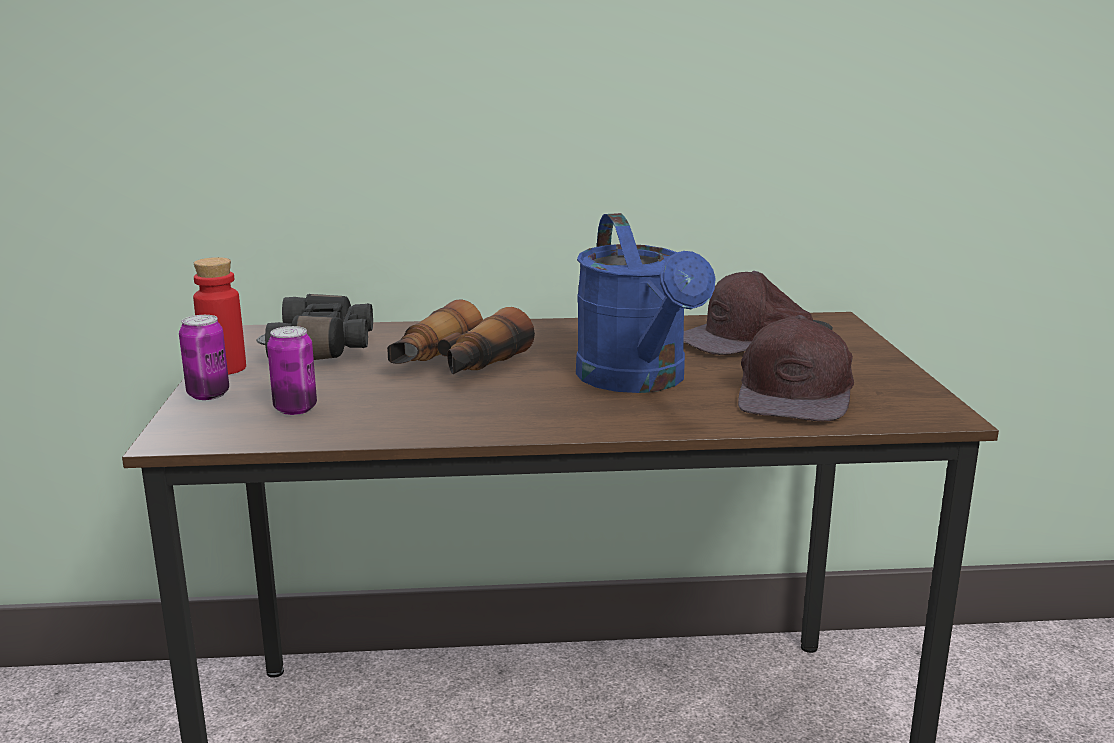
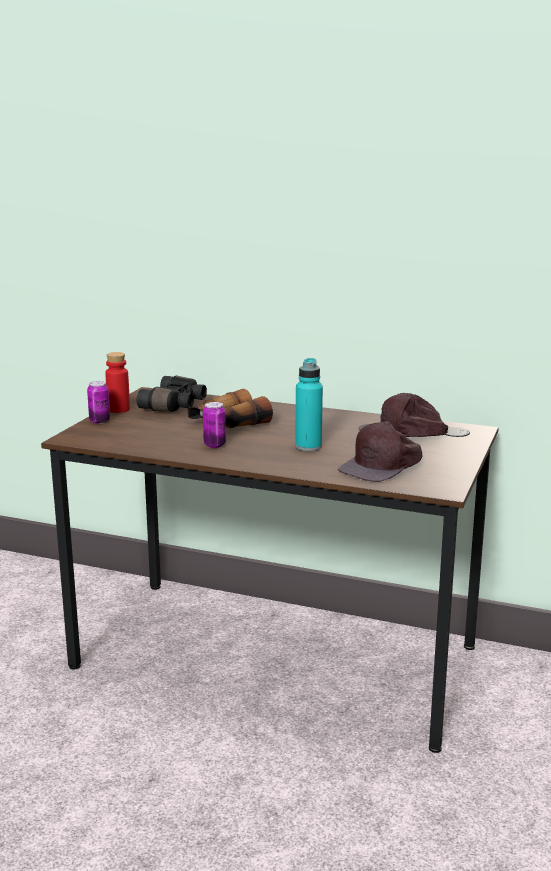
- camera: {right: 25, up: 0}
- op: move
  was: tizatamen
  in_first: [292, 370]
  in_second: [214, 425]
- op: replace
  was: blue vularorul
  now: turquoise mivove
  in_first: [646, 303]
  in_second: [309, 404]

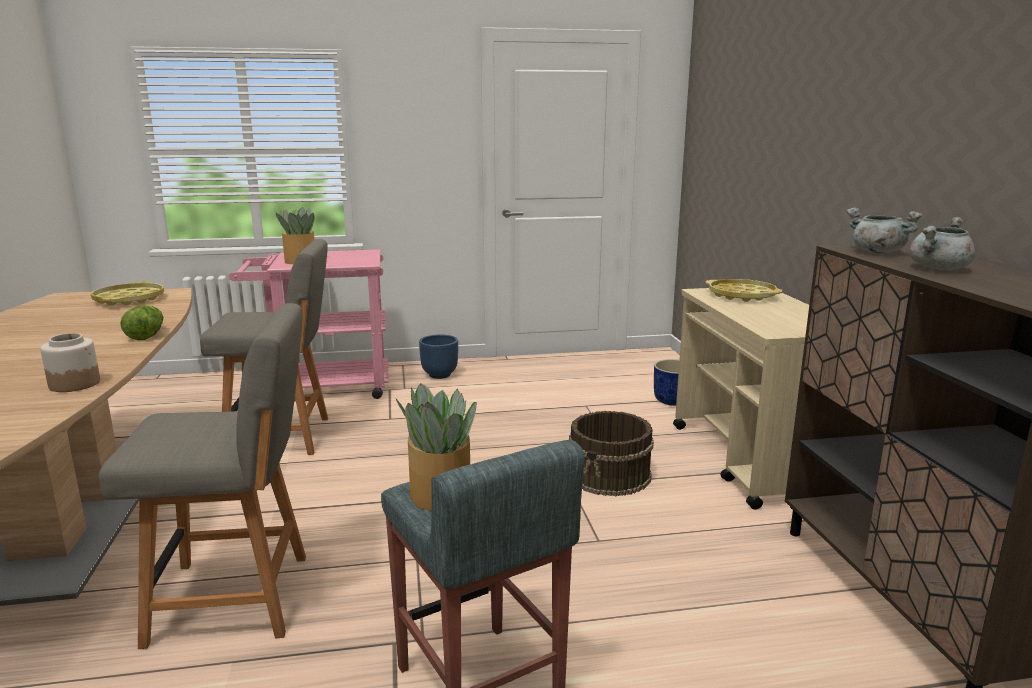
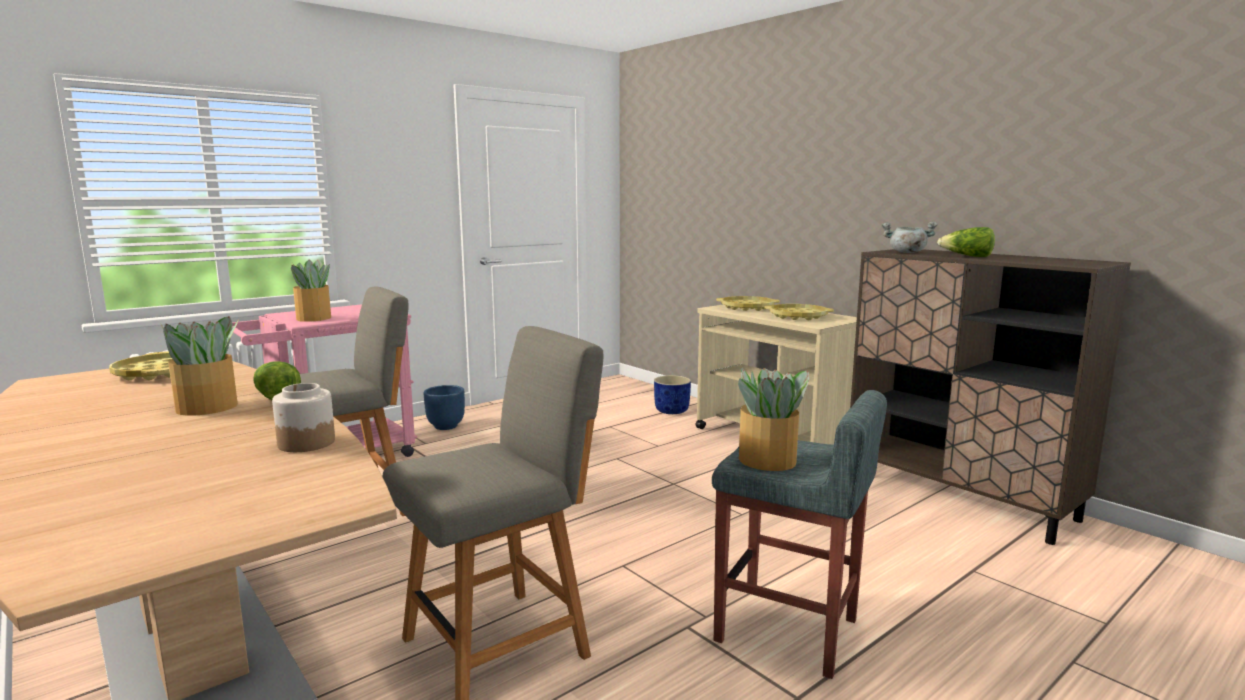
- camera: {right: -30, up: -5}
- op: delete
  was: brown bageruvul
  in_first: [611, 453]
- op: insert
  now: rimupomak
  in_second: [199, 366]
- op: insert
  now: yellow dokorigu
  in_second: [799, 312]
- op: replace
  was: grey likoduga
  now: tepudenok
  in_first: [942, 244]
  in_second: [966, 242]

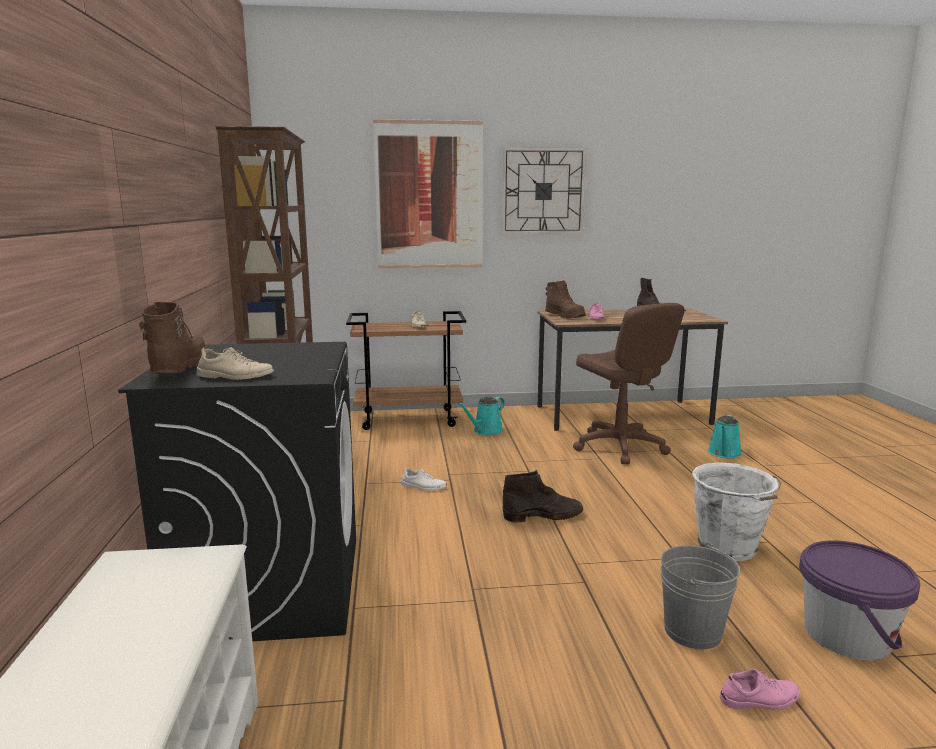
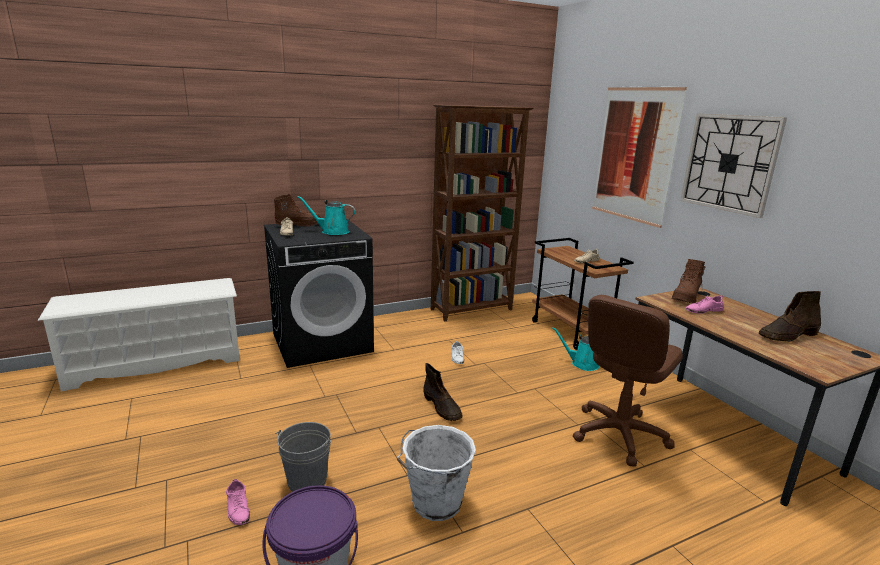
- camera: {right: 70, up: 5}
- op: move
  was: turquoise vularorul
  in_first: [725, 436]
  in_second: [326, 215]

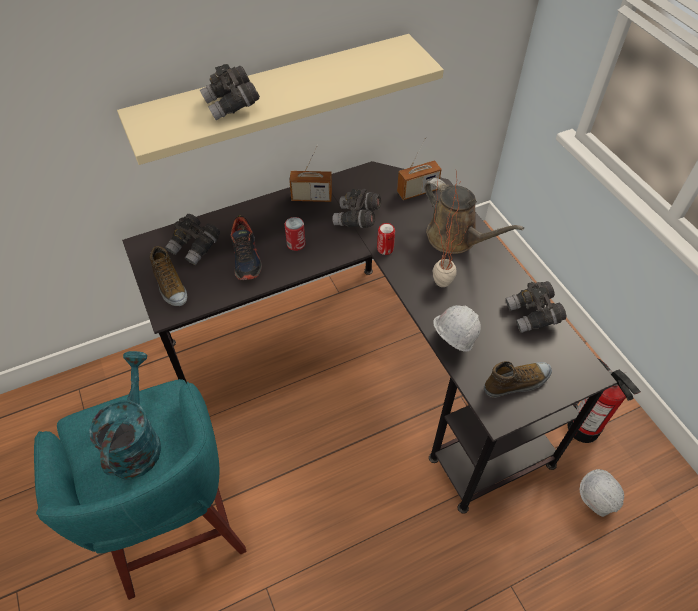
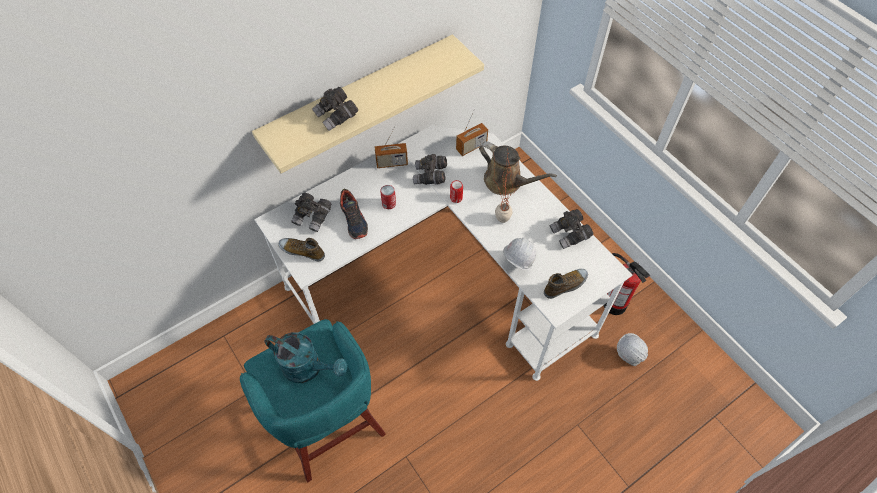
- camera: {right: -10, up: 5}
- op: recolor
  was: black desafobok
  now: white desafobok
  in_first: [369, 337]
  in_second: [443, 253]
- op: rotate
  was: turquoise vularorul
  in_first: [125, 415]
  in_second: [305, 357]
  clockwise: 120
- op: rotate
  was: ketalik
  in_first: [168, 276]
  in_second: [301, 249]
  clockwise: 150

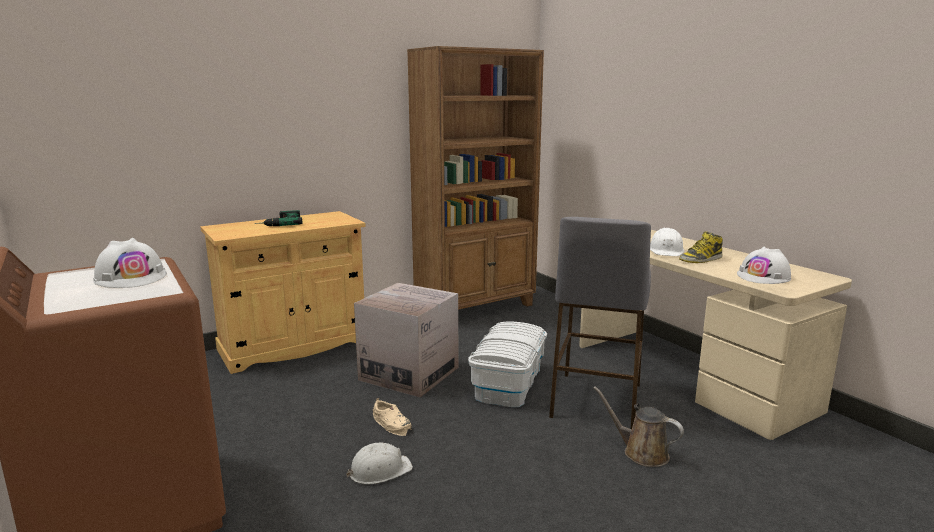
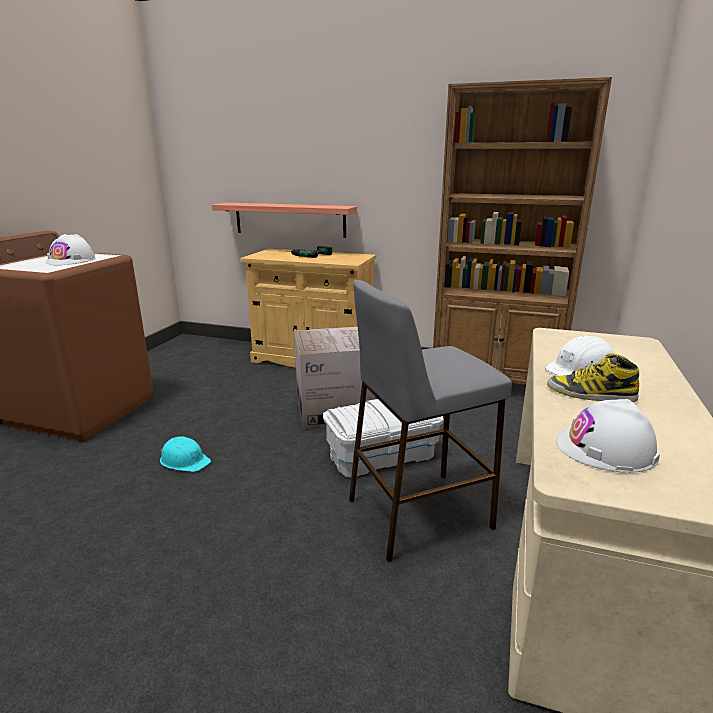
- camera: {right: 50, up: 5}
- op: delete
  was: beige ketalik
  in_first: [392, 417]
- op: delete
  was: brown vularorul
  in_first: [639, 427]
- op: insert
  now: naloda
  in_second: [284, 220]
- op: recolor
  was: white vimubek
  now: turquoise vimubek
  in_first: [379, 463]
  in_second: [185, 454]

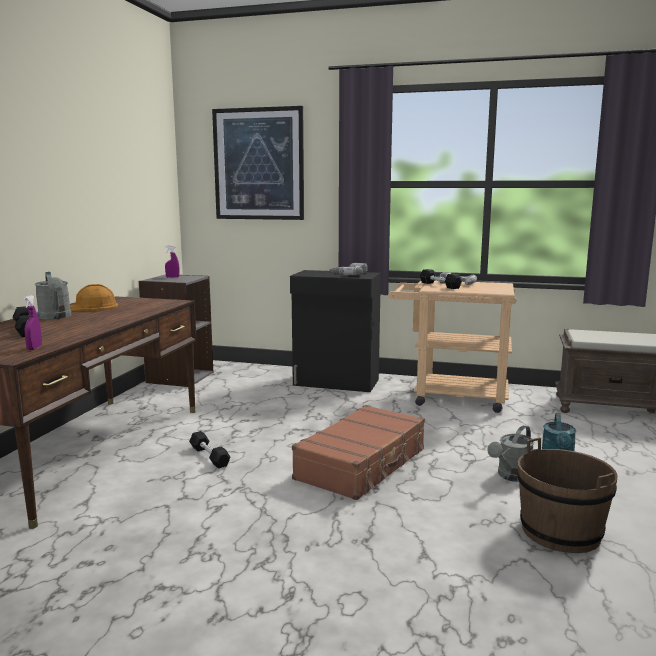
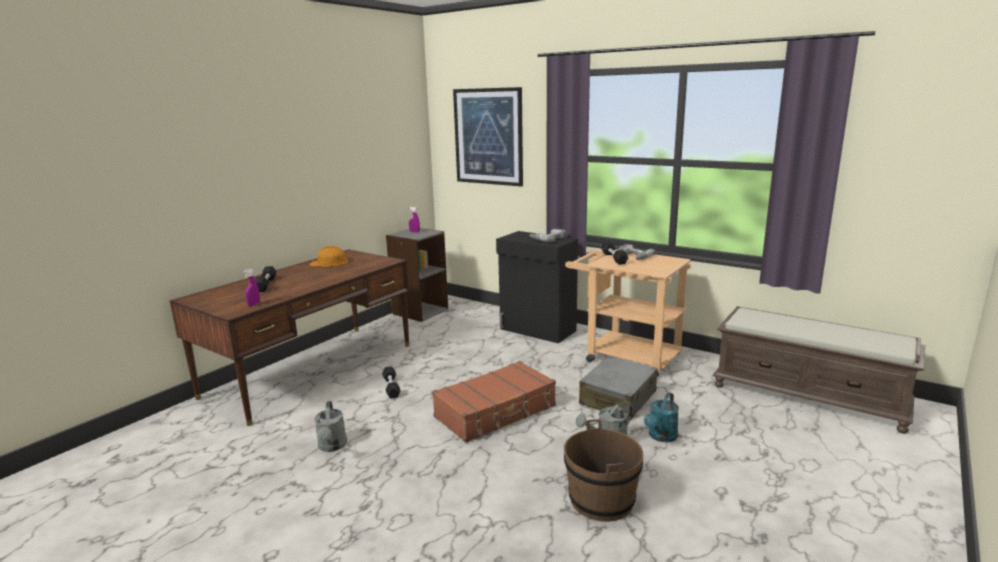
- camera: {right: 20, up: 5}
- op: insert
  now: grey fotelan
  in_second: [618, 387]
- op: move
  was: grey vularorul
  in_first: [53, 295]
  in_second: [330, 426]

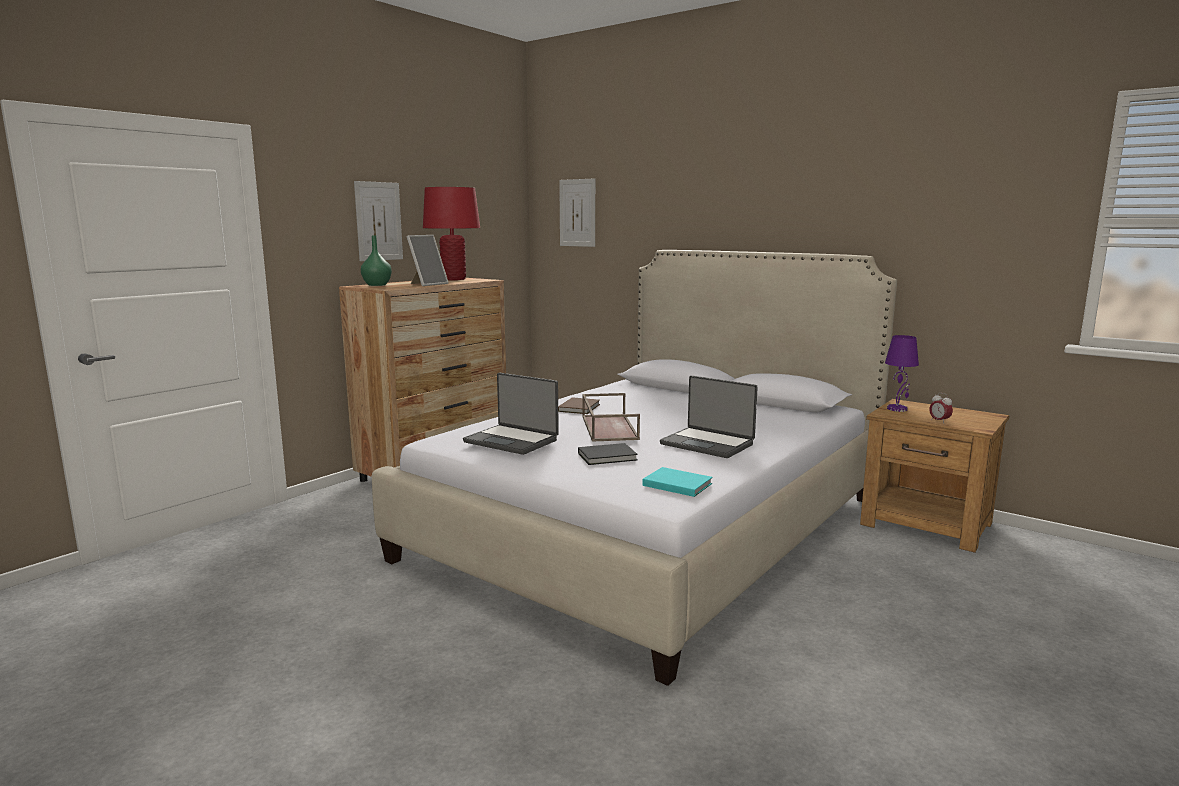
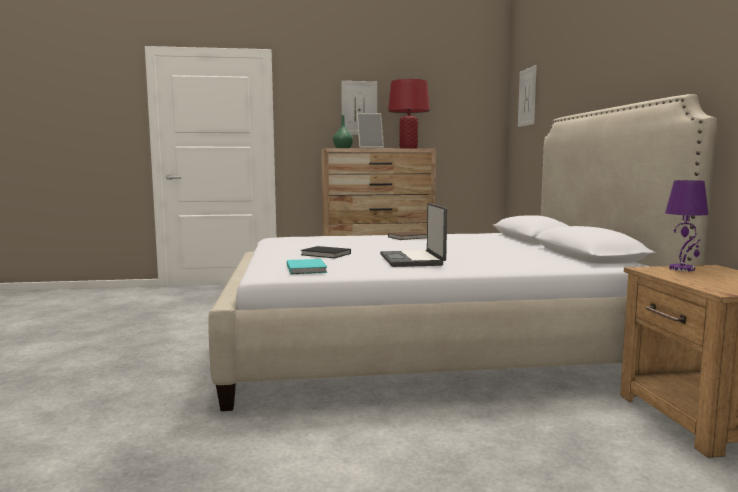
- camera: {right: 45, up: -5}
- op: delete
  was: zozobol
  in_first: [511, 414]
- op: delete
  was: brown dokorigu
  in_first: [611, 417]
- op: delete
  was: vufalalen
  in_first: [941, 408]

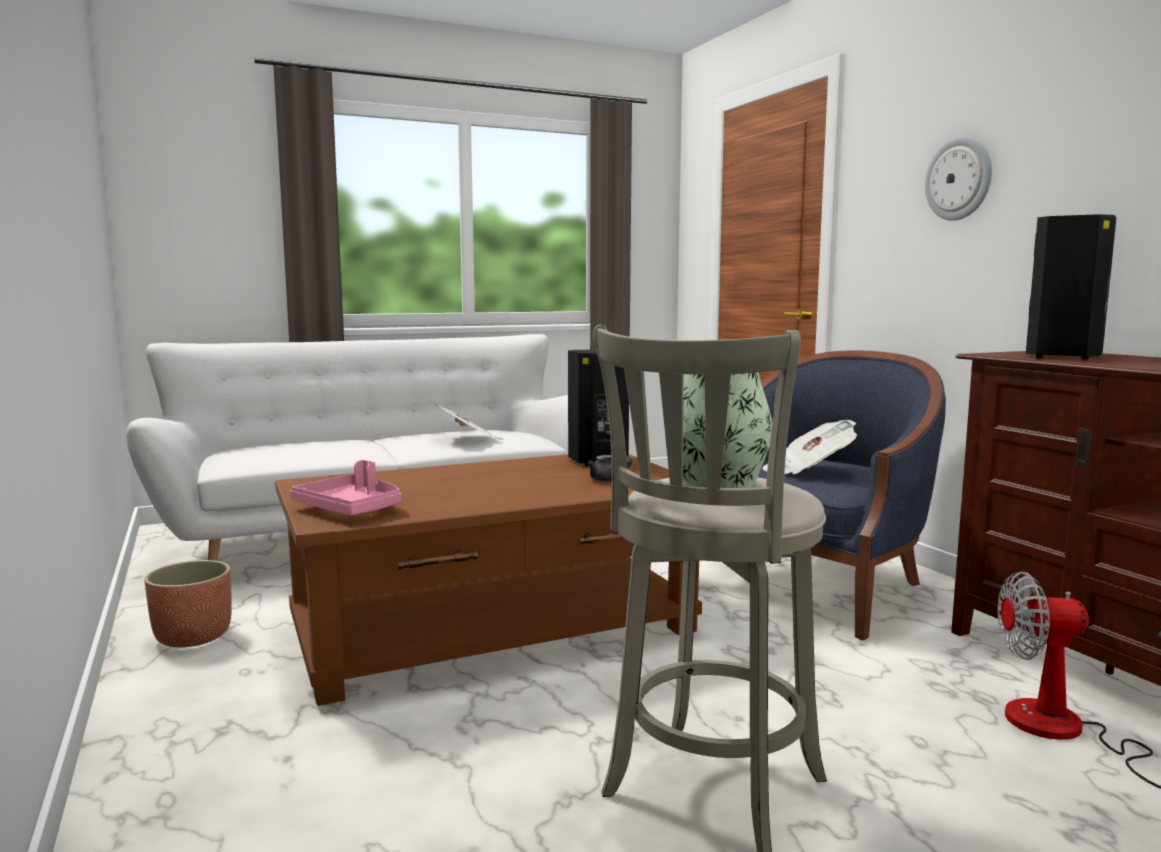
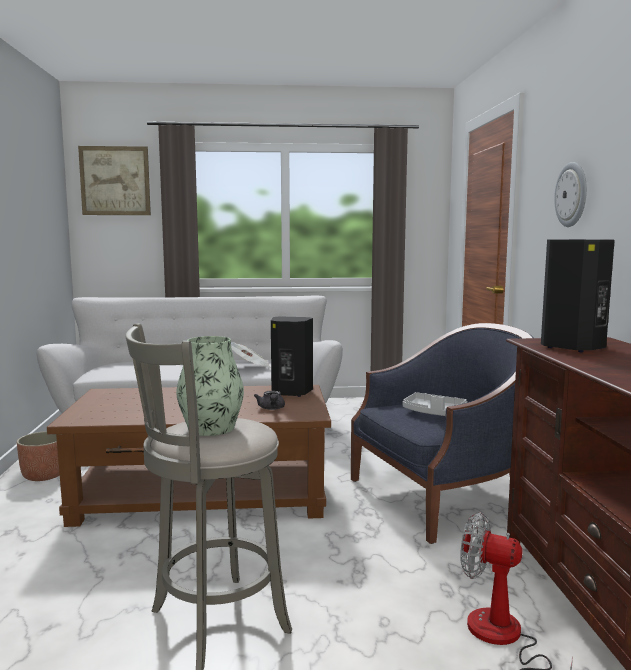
- camera: {right: 20, up: 0}
- op: delete
  was: pink dokorigu
  in_first: [345, 488]
- op: insert
  now: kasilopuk
  in_second: [114, 180]
- op: replace
  was: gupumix
  now: grey dokorigu
  in_first: [810, 447]
  in_second: [435, 404]

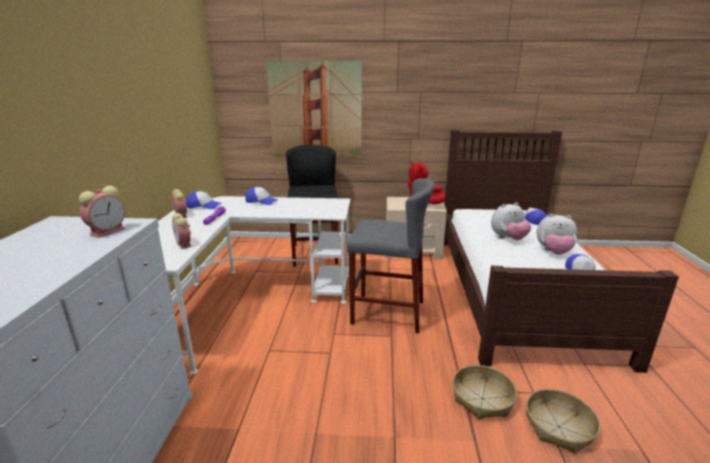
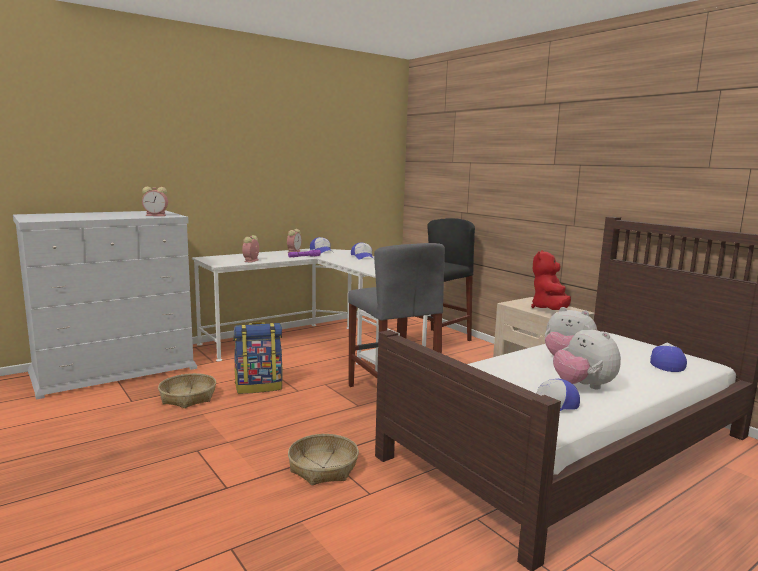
- camera: {right: 50, up: -10}
- op: delete
  was: kasilopuk
  in_first: [314, 109]
- op: insert
  now: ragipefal
  in_second: [258, 358]
- op: move
  was: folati
  in_first: [563, 421]
  in_second: [187, 390]

